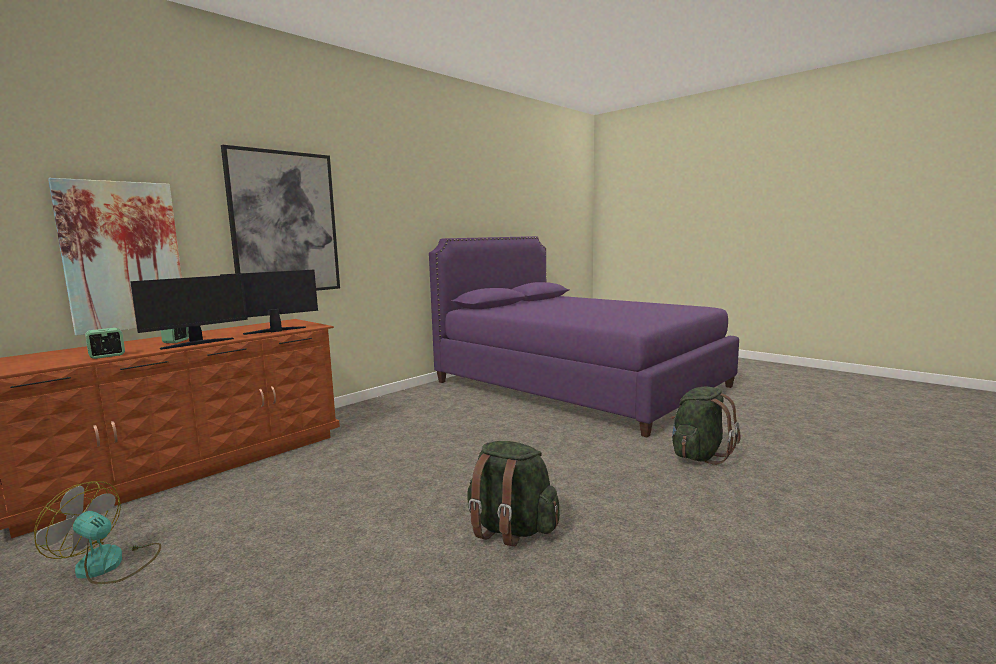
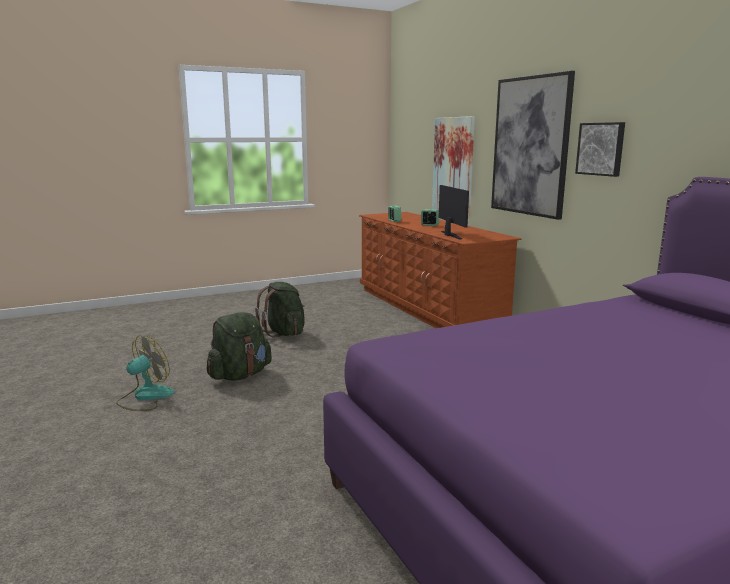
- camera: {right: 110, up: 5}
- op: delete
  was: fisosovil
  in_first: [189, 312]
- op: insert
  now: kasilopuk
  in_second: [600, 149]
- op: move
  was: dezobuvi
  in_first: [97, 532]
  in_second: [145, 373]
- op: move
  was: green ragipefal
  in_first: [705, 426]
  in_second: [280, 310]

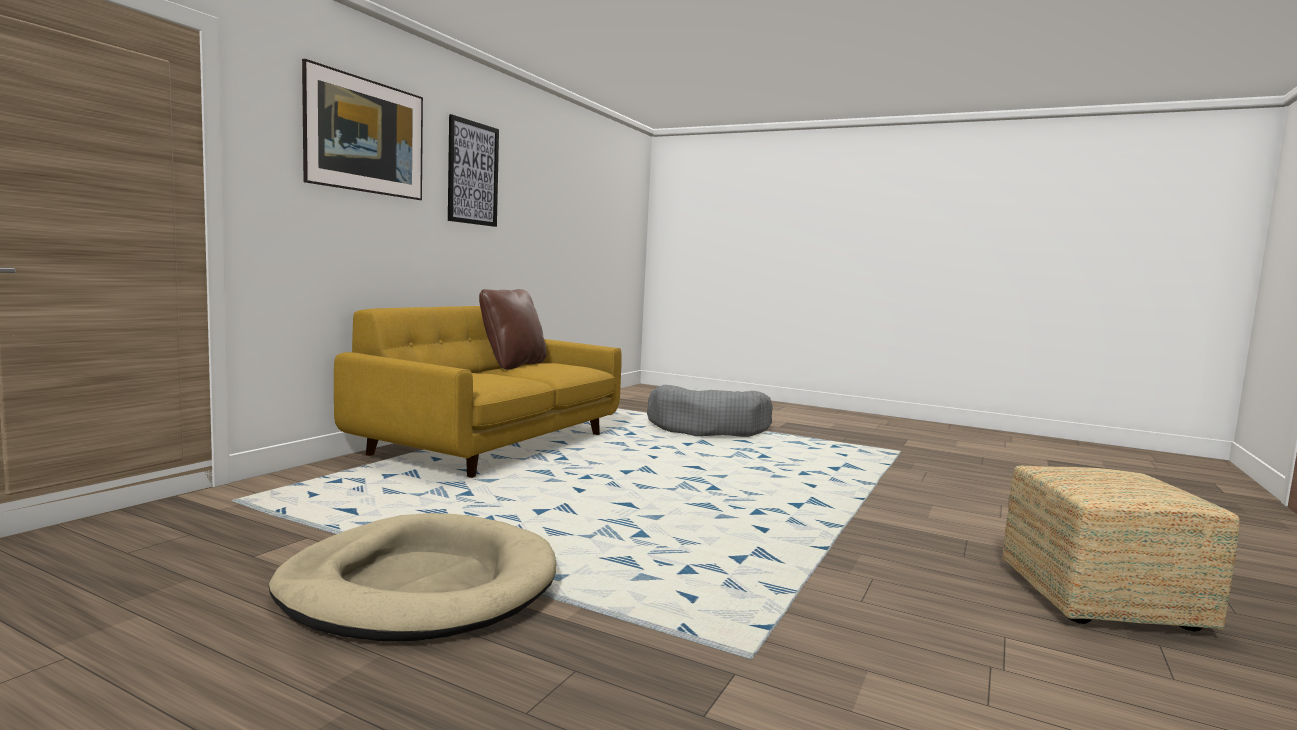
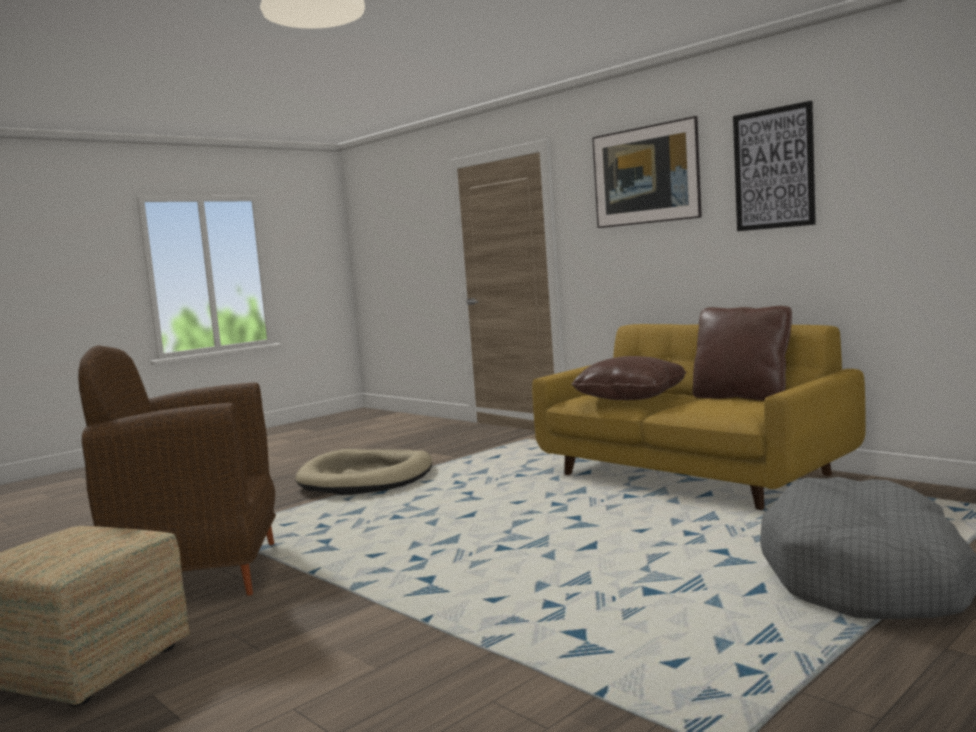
- camera: {right: 110, up: 0}
- op: insert
  now: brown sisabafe
  in_second: [177, 470]
- op: insert
  now: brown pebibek
  in_second: [629, 378]

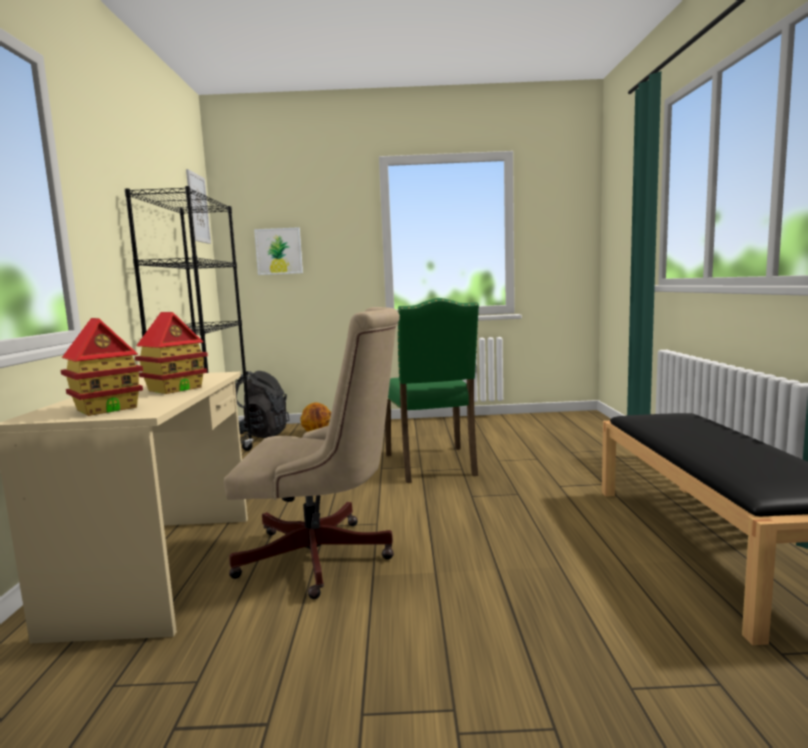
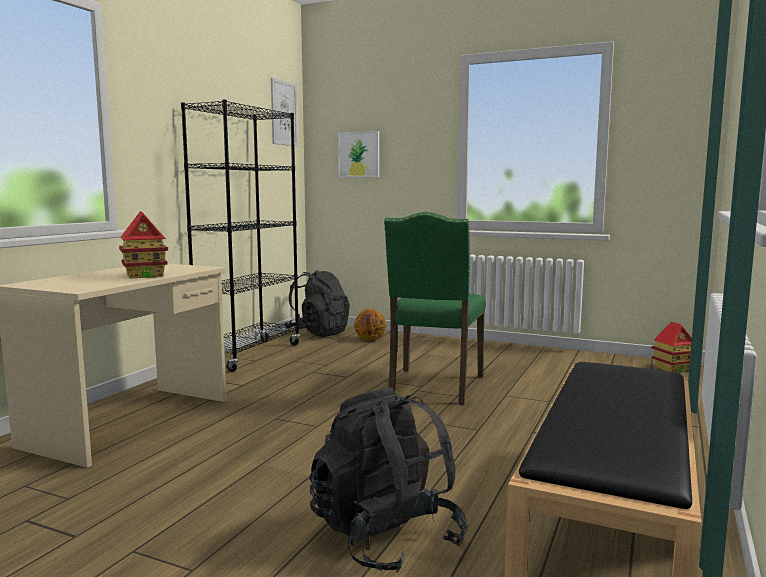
- camera: {right: 25, up: 0}
- op: delete
  was: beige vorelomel
  in_first: [312, 453]
- op: insert
  now: black ragipefal
  in_second: [388, 480]
- op: move
  was: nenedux
  in_first: [102, 367]
  in_second: [671, 347]

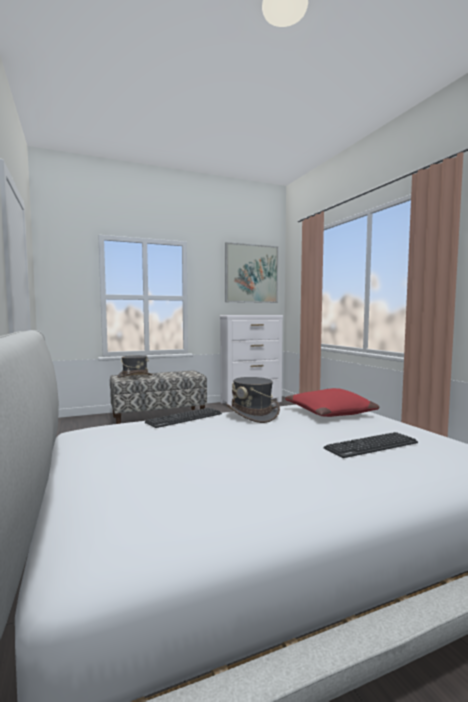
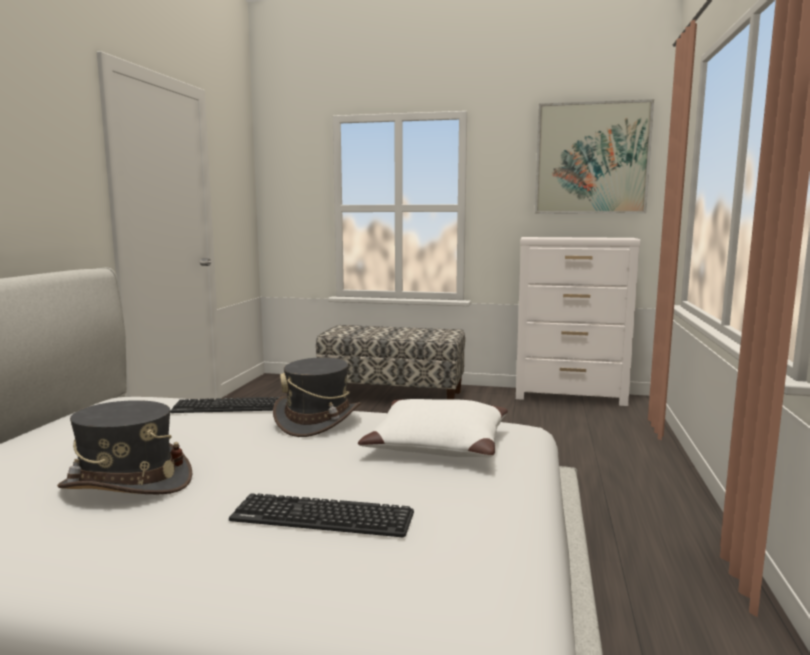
- camera: {right: 35, up: 5}
- op: move
  was: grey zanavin
  in_first: [134, 366]
  in_second: [125, 447]
- op: recolor
  was: red pebibek
  now: white pebibek
  in_first: [332, 402]
  in_second: [433, 428]

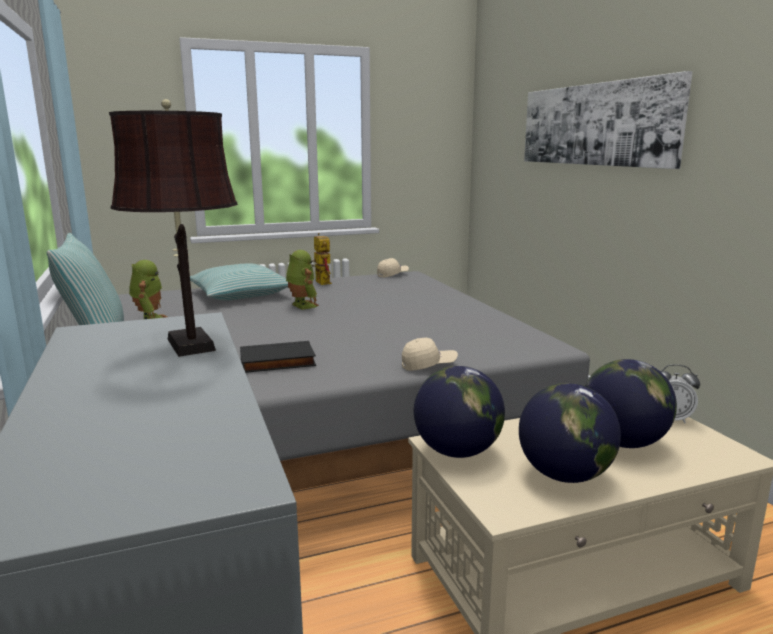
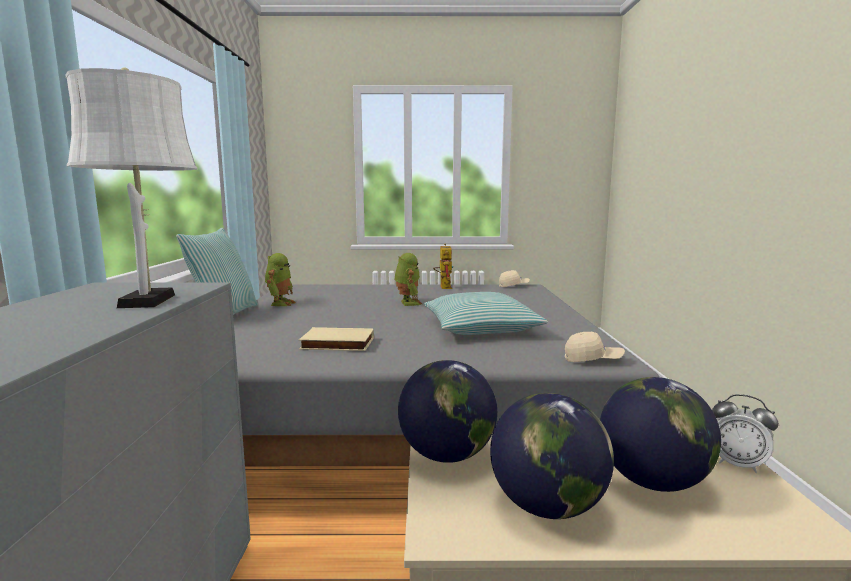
- camera: {right: 20, up: -5}
- op: delete
  was: kasilopuk
  in_first: [608, 120]
- op: move
  was: pebibek
  in_first: [239, 282]
  in_second: [486, 313]
- op: move
  was: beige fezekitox
  in_first: [430, 354]
  in_second: [595, 347]
- op: recolor
  was: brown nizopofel
  now: white nizopofel
  in_first: [173, 228]
  in_second: [131, 187]
- op: recolor
  was: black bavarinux
  now: beige bavarinux
  in_first: [278, 357]
  in_second: [336, 339]

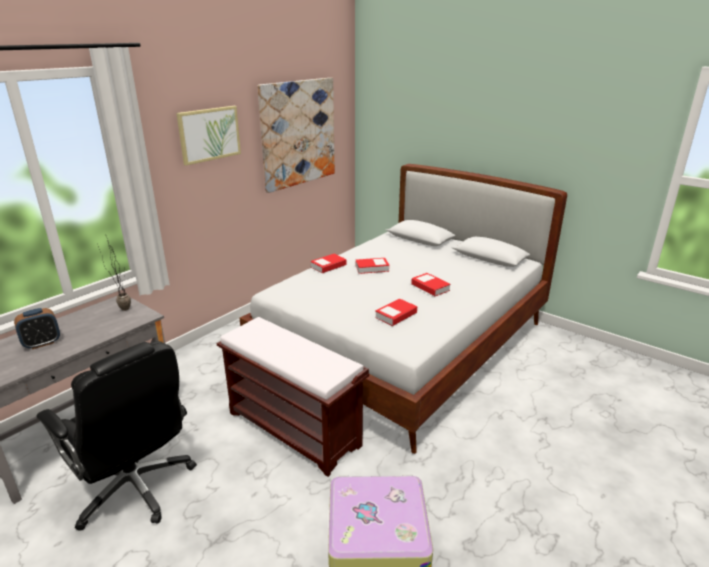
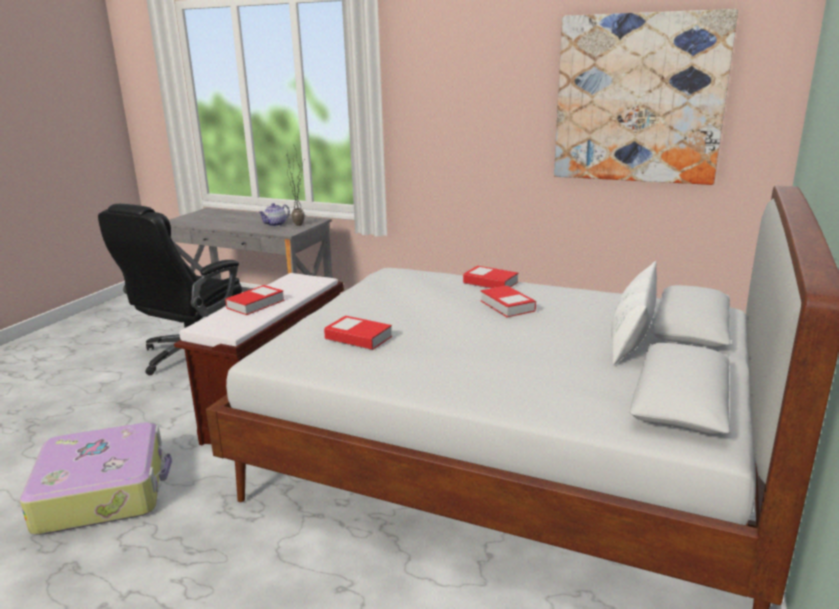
- camera: {right: 75, up: -5}
- op: delete
  was: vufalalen
  in_first: [37, 328]
- op: delete
  was: kasilopuk
  in_first: [208, 136]
- op: insert
  now: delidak
  in_second: [274, 214]
- op: insert
  now: white pebibek
  in_second: [634, 313]
- op: move
  was: bavarinux
  in_first: [431, 284]
  in_second: [255, 300]

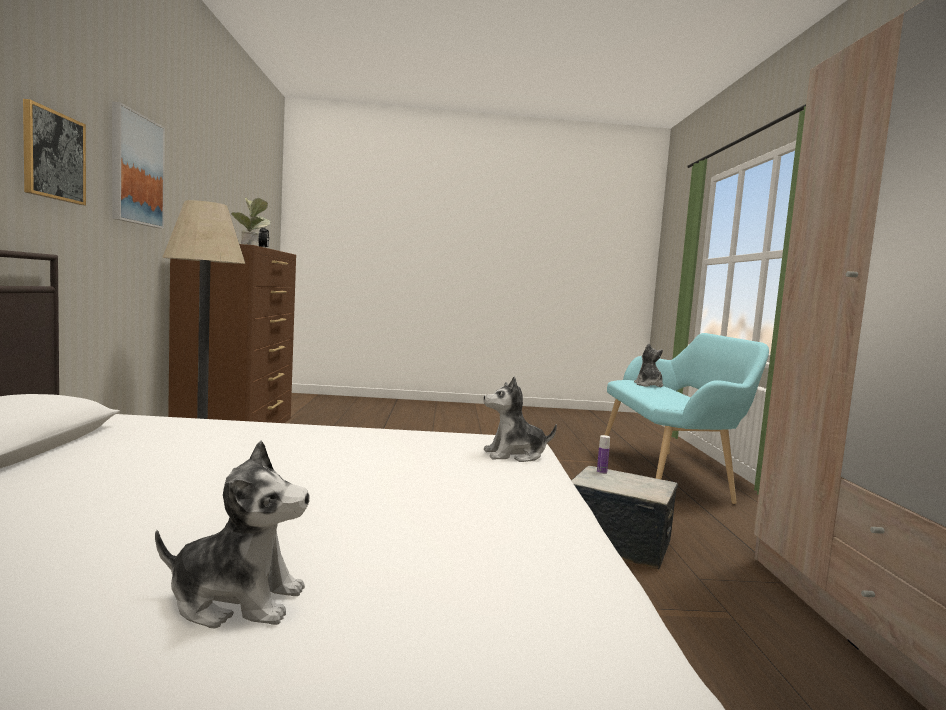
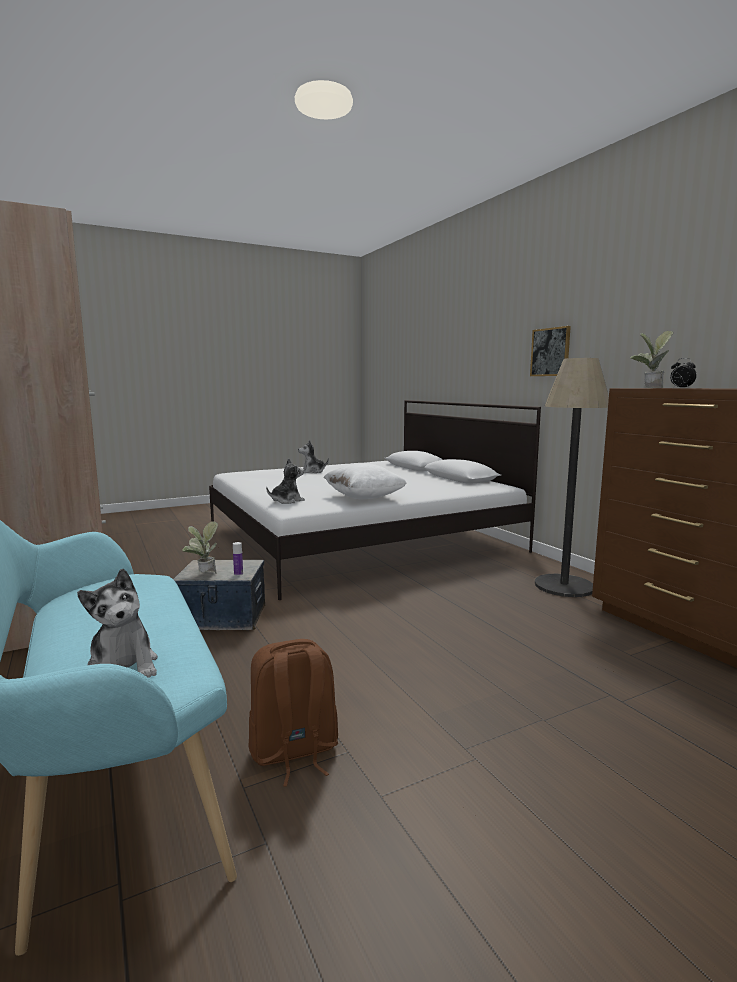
- camera: {right: 155, up: 5}
- op: delete
  was: kasilopuk
  in_first: [138, 165]
- op: insert
  now: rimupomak
  in_second: [200, 547]
- op: insert
  now: brown ragipefal
  in_second: [293, 713]
- op: insert
  now: white pebibek
  in_second: [365, 481]

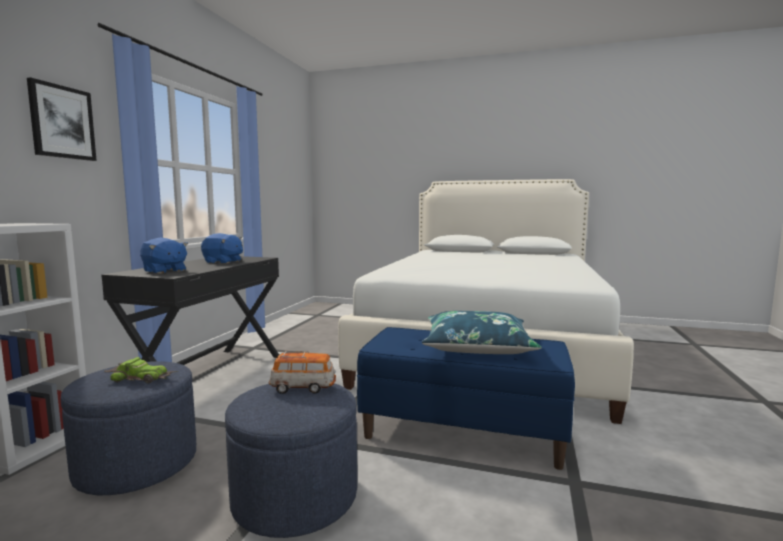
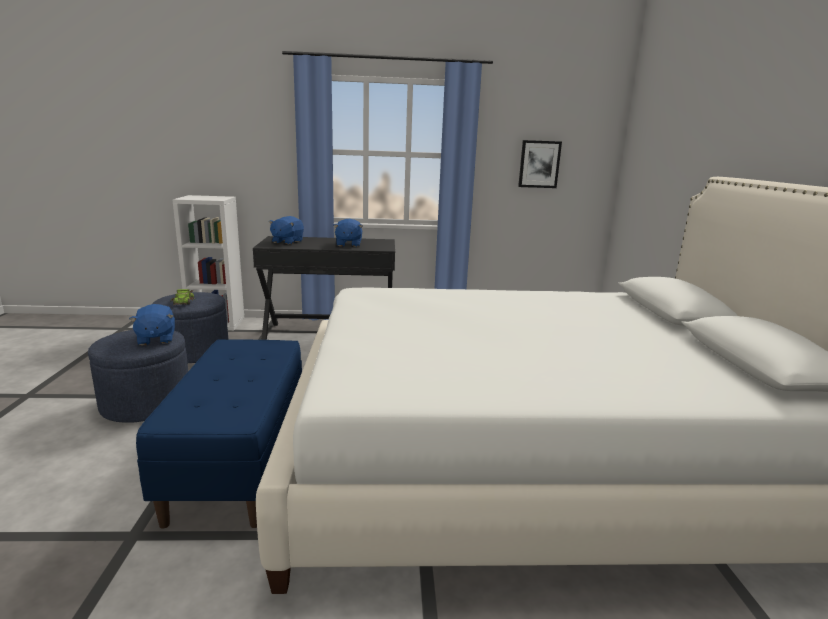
- camera: {right: 70, up: 10}
- op: delete
  was: blue pebibek
  in_first: [482, 332]
- op: move
  was: kasilopuk
  in_first: [62, 119]
  in_second: [540, 164]
- op: replace
  was: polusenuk
  now: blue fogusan
  in_first: [302, 372]
  in_second: [152, 324]

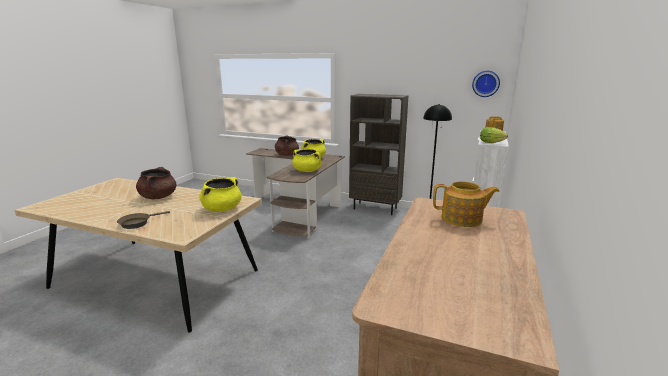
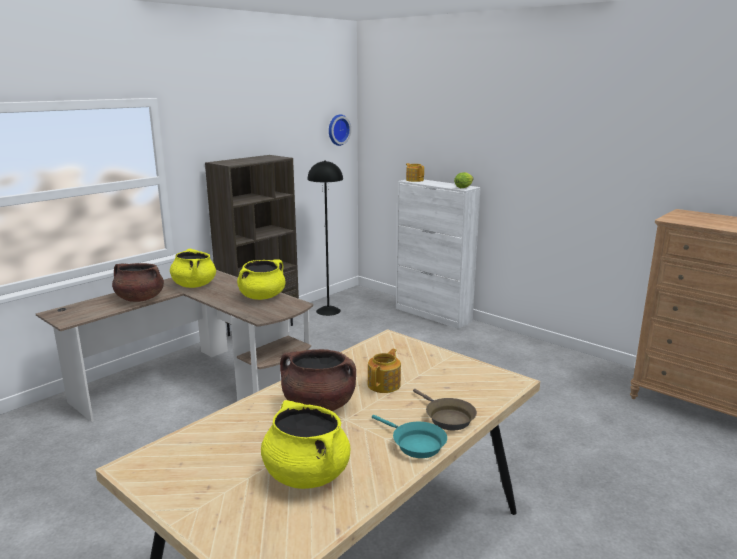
- camera: {right: -70, up: 0}
- op: insert
  now: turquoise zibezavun
  in_second: [409, 436]
- op: move
  was: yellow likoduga
  in_first: [220, 194]
  in_second: [305, 444]
- op: move
  was: delidak
  in_first: [466, 204]
  in_second: [384, 371]

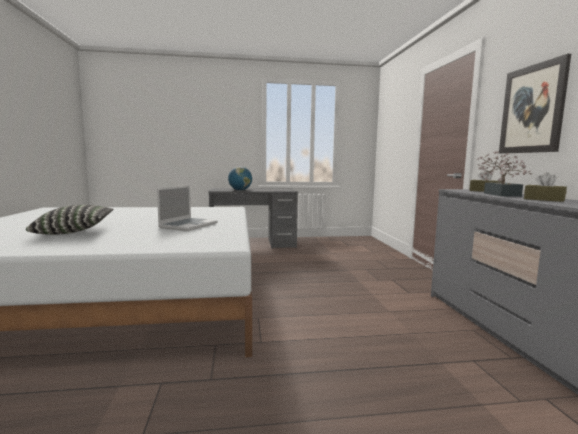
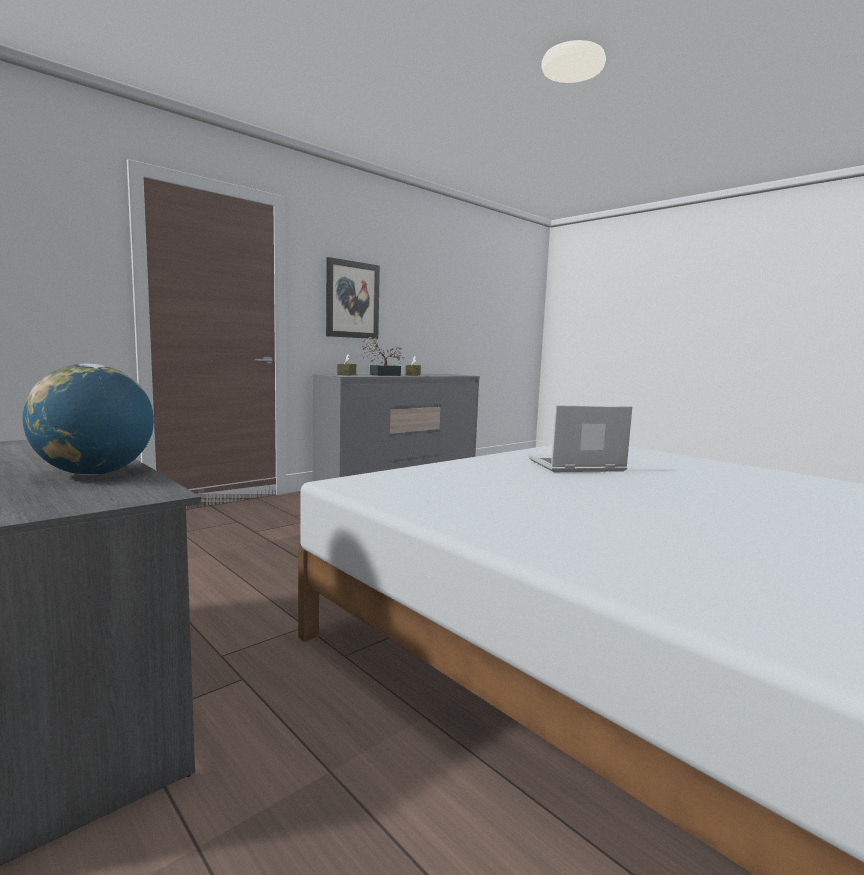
- camera: {right: -125, up: 0}
- op: delete
  was: pebibek
  in_first: [70, 220]

